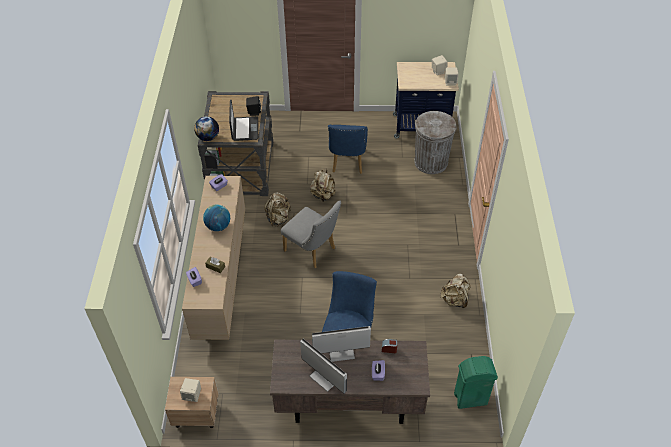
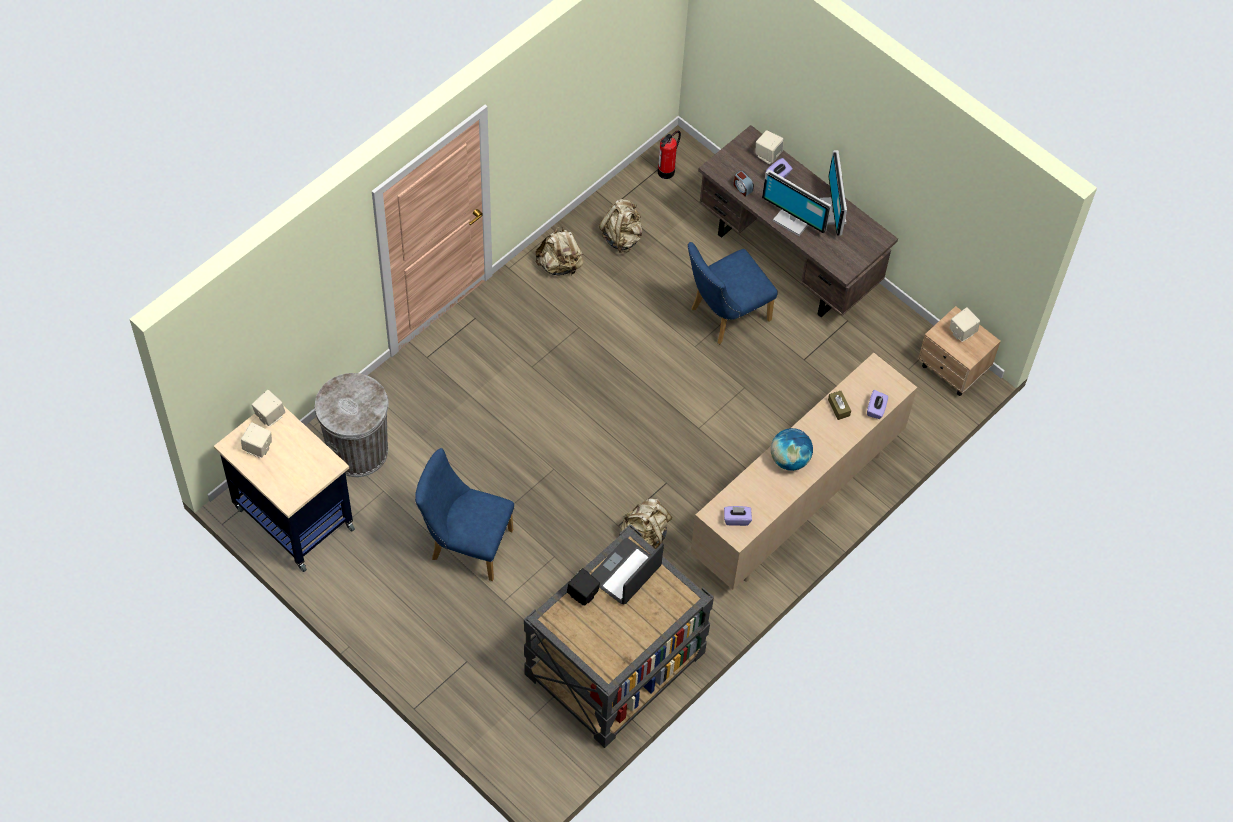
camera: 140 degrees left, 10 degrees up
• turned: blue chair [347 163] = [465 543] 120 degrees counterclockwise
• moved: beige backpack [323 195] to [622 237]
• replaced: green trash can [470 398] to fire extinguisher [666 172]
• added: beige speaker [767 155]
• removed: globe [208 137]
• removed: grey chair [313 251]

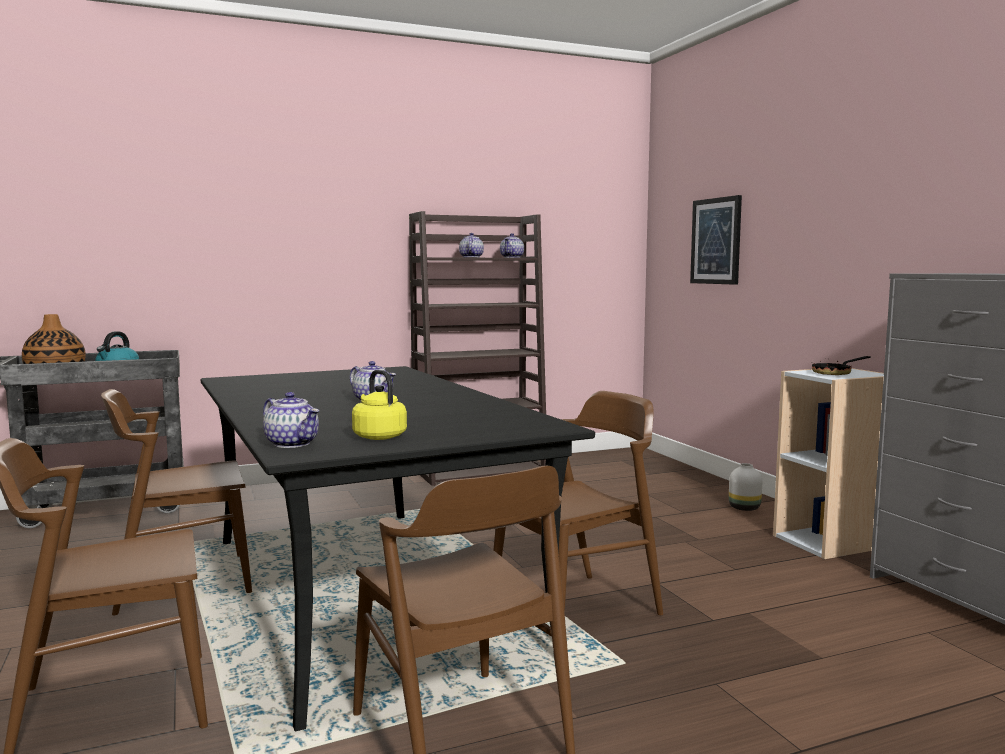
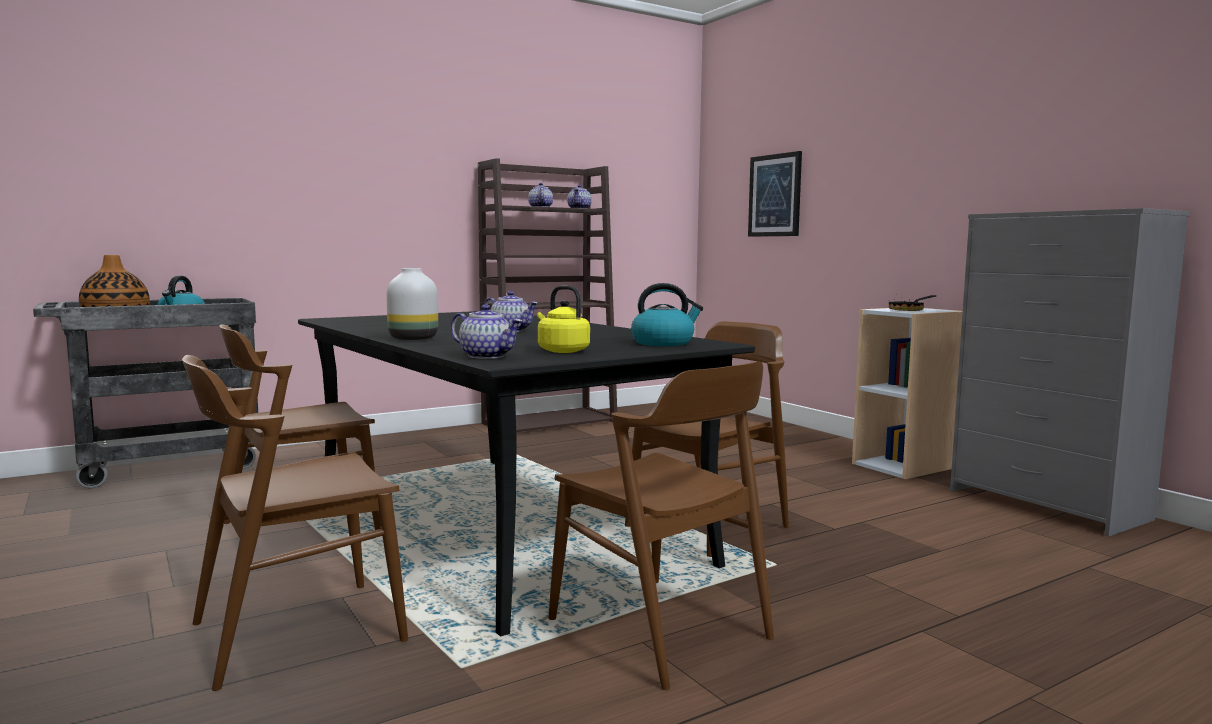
camera: 10 degrees left, 0 degrees up
• moved: white vase [744 508] to [413 339]
• added: kettle [663 343]

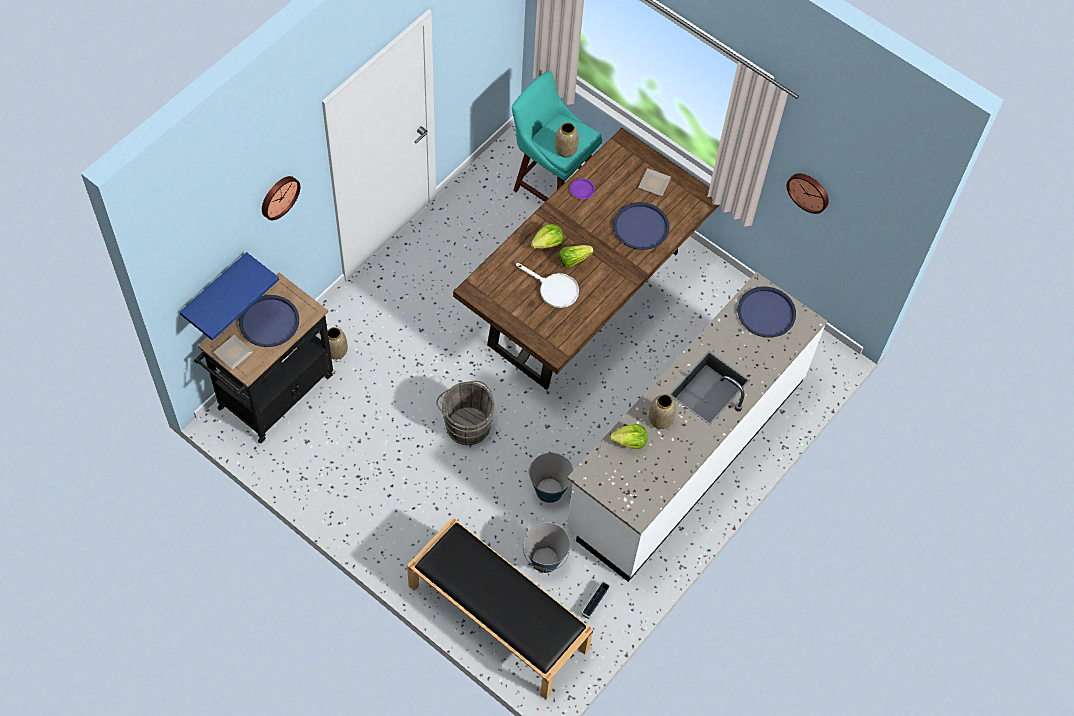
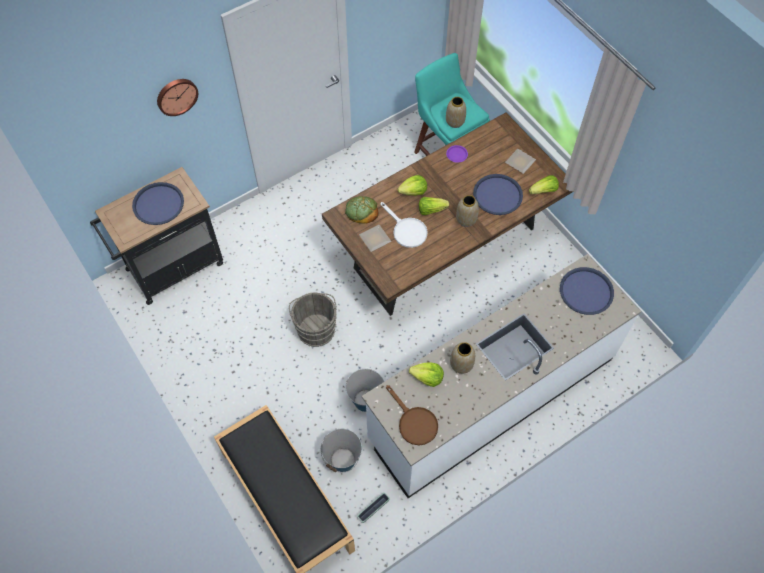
camera: 20 degrees right, 0 degrees up
• added: bread [361 211]
• moved: plate [233 354] to [374 240]
• added: brown frying pan [414 422]
• moved: vase [336 351] to [466 219]
• added: lettuce [544 191]
• removed: blue shelf [215 291]
• removed: wall clock [809 191]

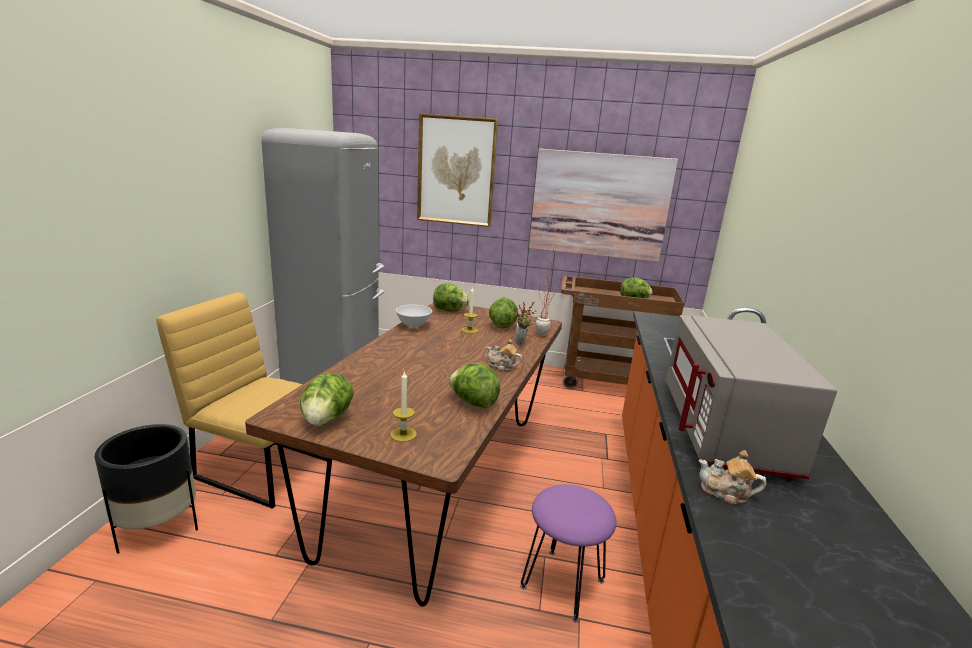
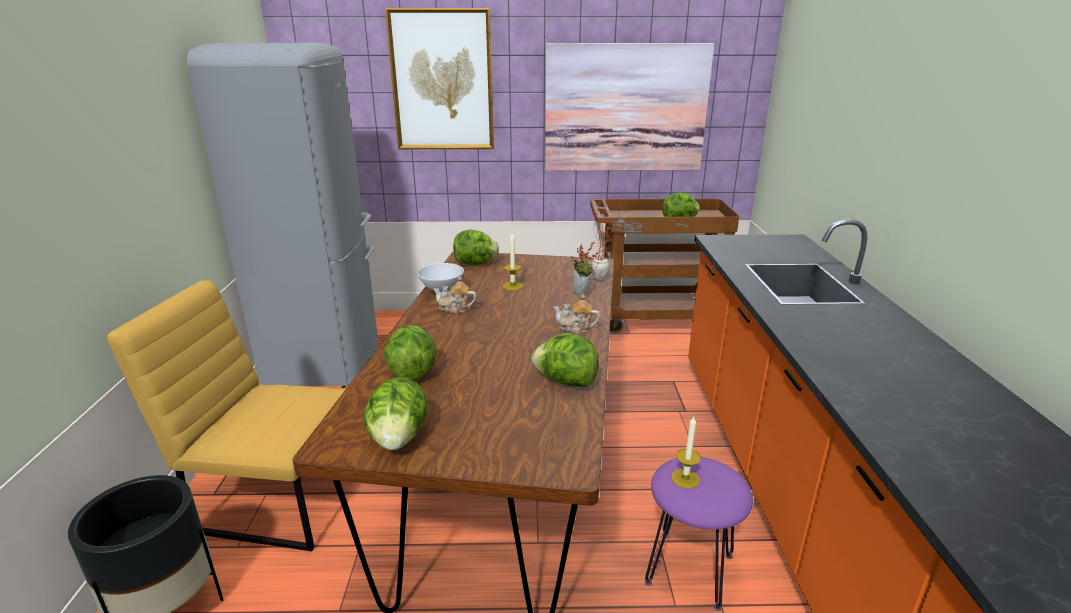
camera: 10 degrees left, 5 degrees up
• moved: lettuce [502 325] to [412 372]
• moved: teapot [725 493] to [455 309]
• moved: candle [403 434] to [685 478]
• removed: grey microwave [725 431]

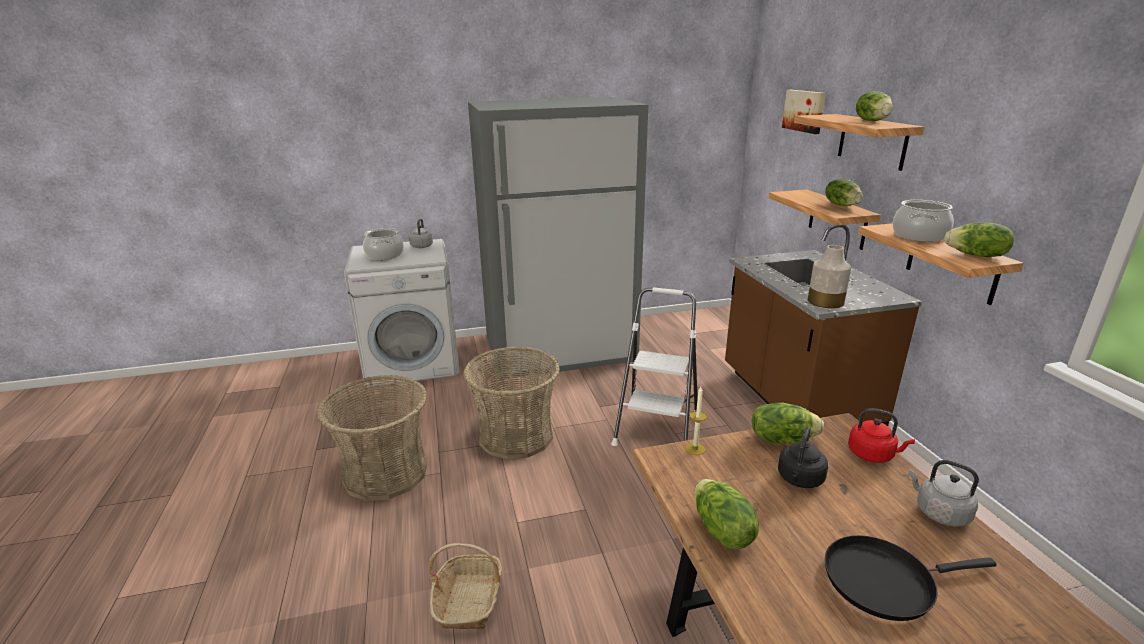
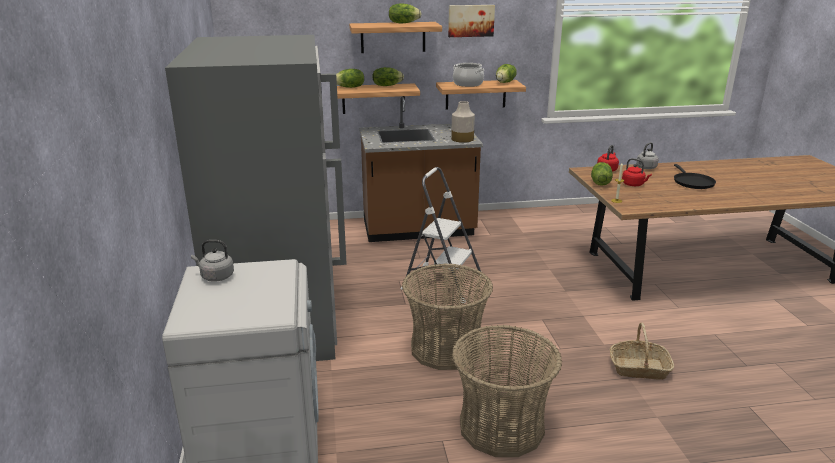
camera: 85 degrees left, 0 degrees up
• moved: lettuce [721 531] to [350 87]
• moved: picture [805 111] to [470 20]
• recoloured: black kettle [799 480] to red kettle [634 184]
• removed: cooking pot [385 255]

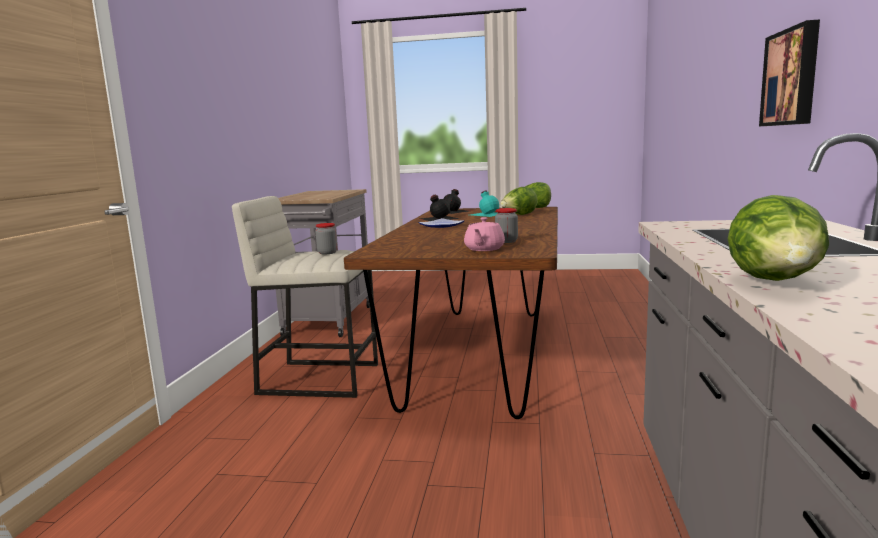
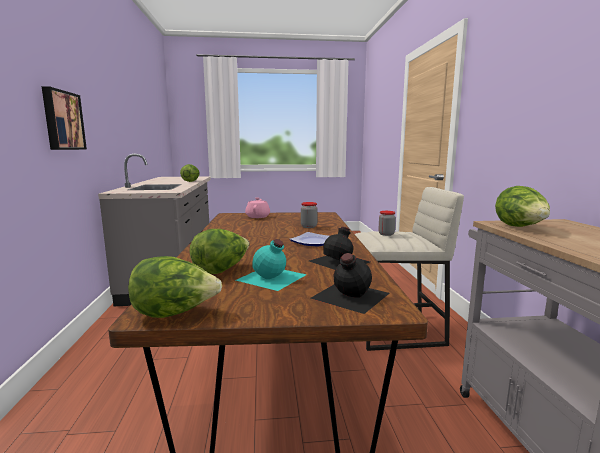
camera: 165 degrees right, 0 degrees up
• moved: jar [506 241] to [309 226]
• added: lettuce [520 227]

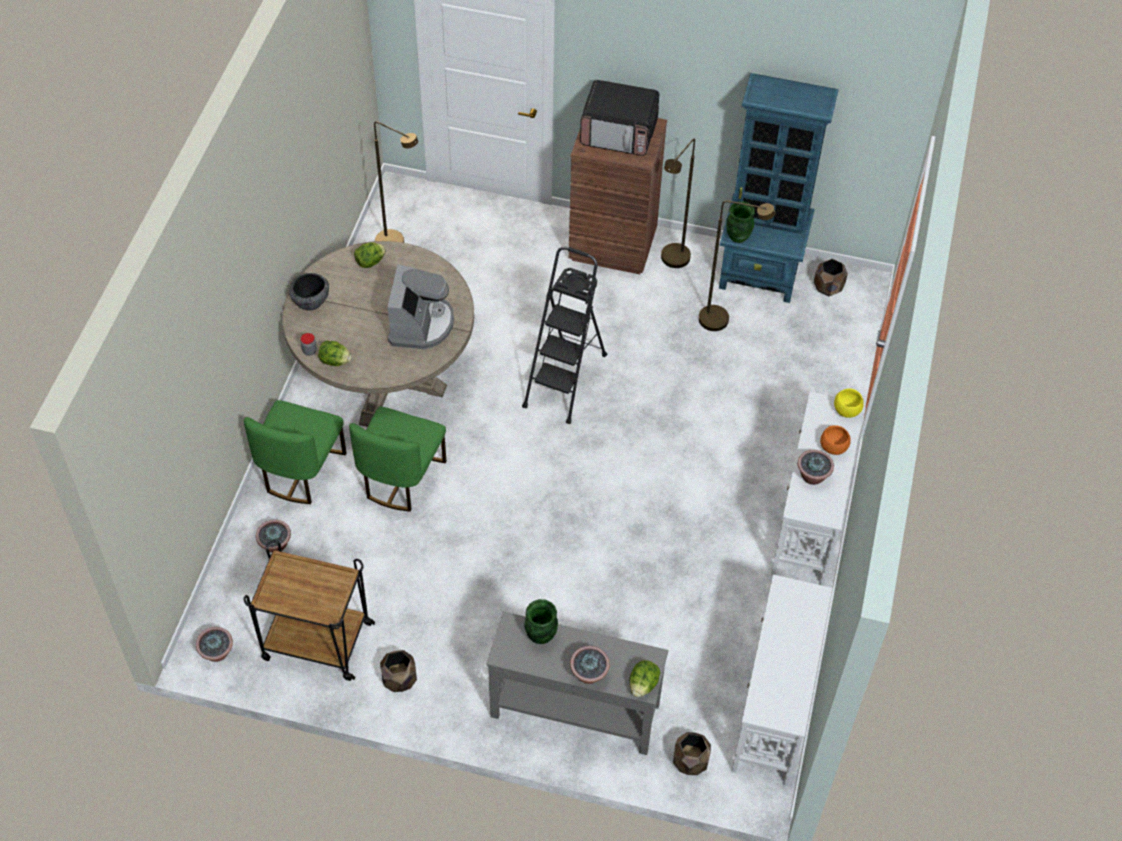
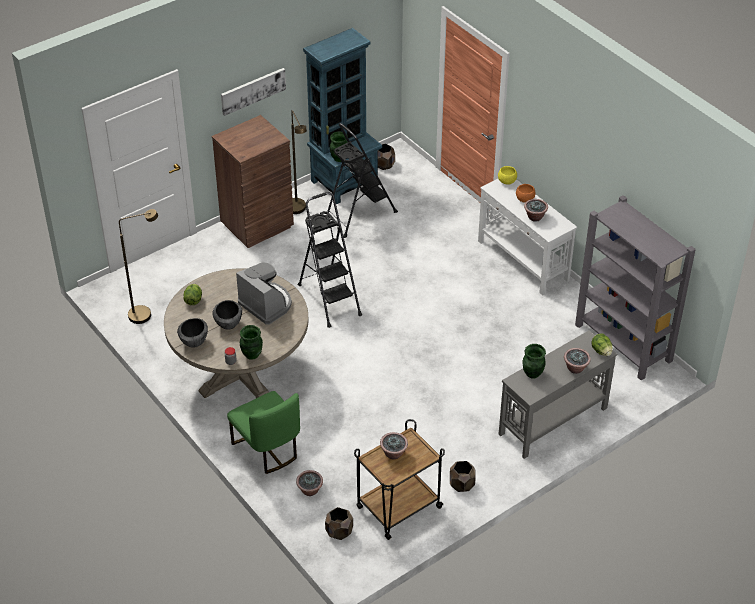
camera: 50 degrees left, 10 degrees down
• added: bowl [228 324]
• added: picture [252 90]
• replaced: lettuce [335 361] to green vase [251 355]
• moved: brown planter [690 762] to [339 532]
• replaced: brown floor lamp [722 320] to step ladder [360 215]
• moved: potted plant [217 653] to [393 453]
• replaced: white console table [773 707] to grey bookcase [623 343]
• removed: green chair [401 478]
• removed: microwave [619 133]

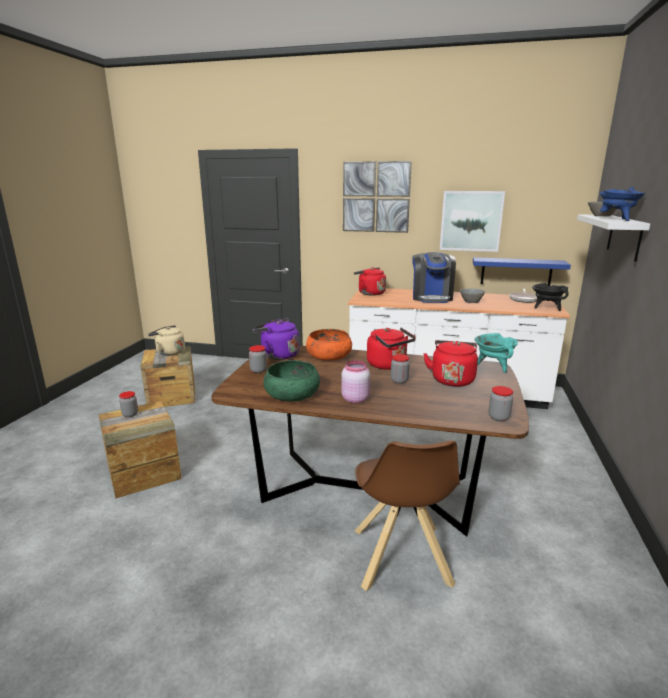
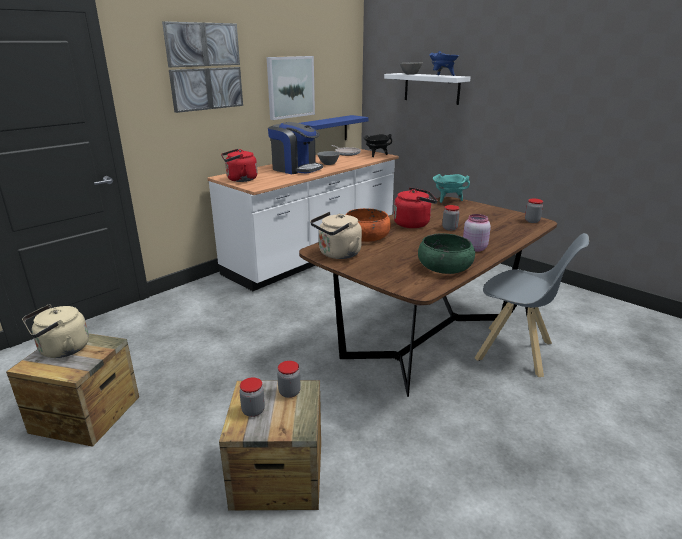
camera: 60 degrees left, 5 degrees up
• moved: jar [258 370] to [289 392]
• recoloured: purple kettle [277 355] to beige kettle [337 254]
• recoloured: brown chair [401 559] to grey chair [516 352]
• removed: red kettle [452 379]

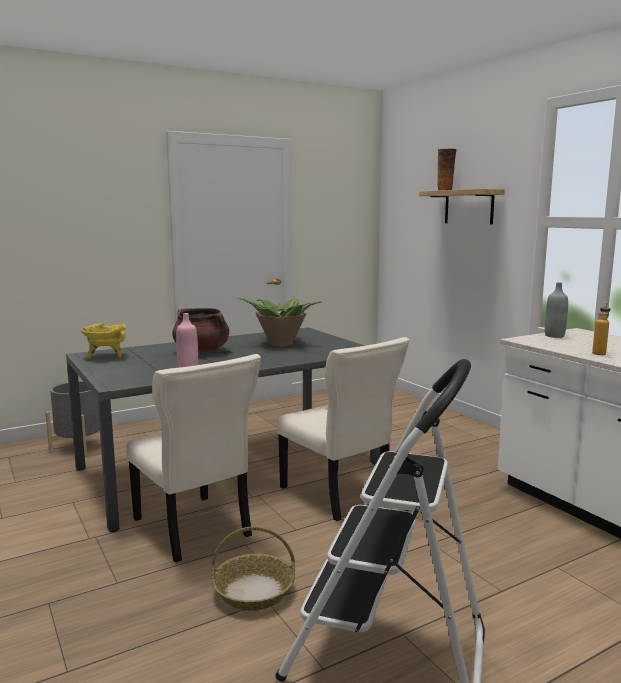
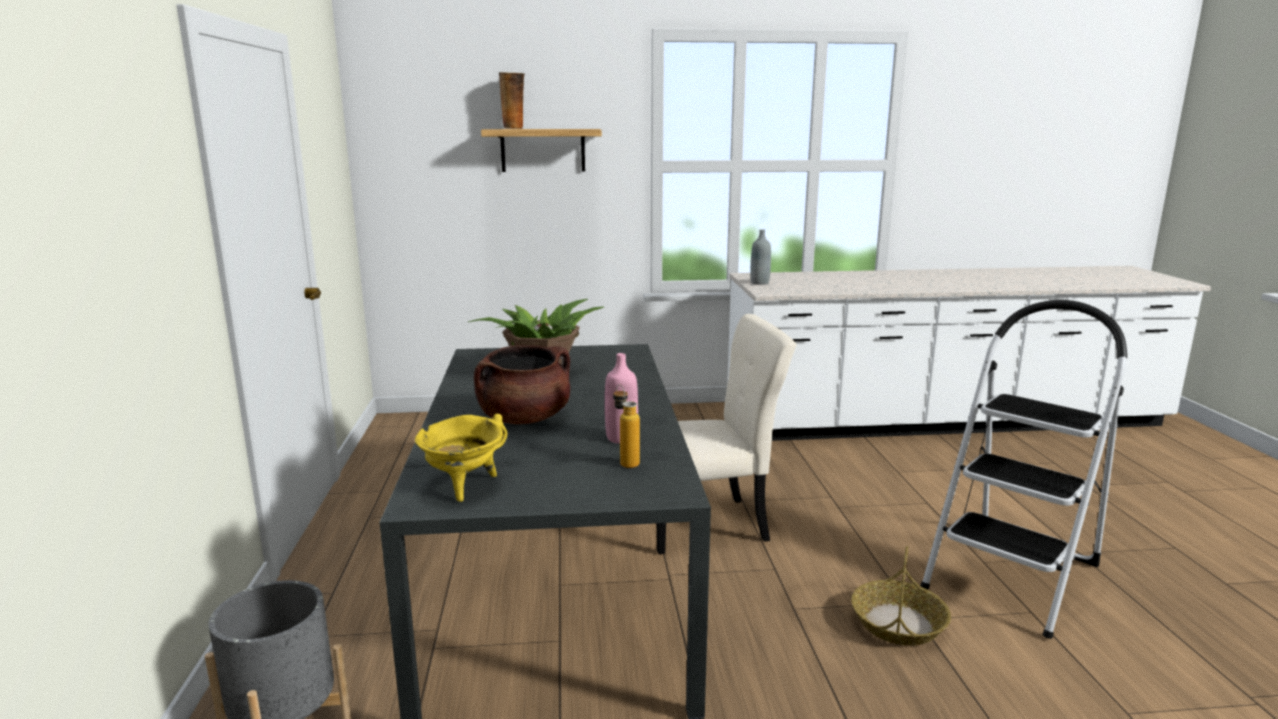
camera: 65 degrees left, 5 degrees up
• moved: bottle [599 353] to [625 461]
• removed: beige chair [193 530]

